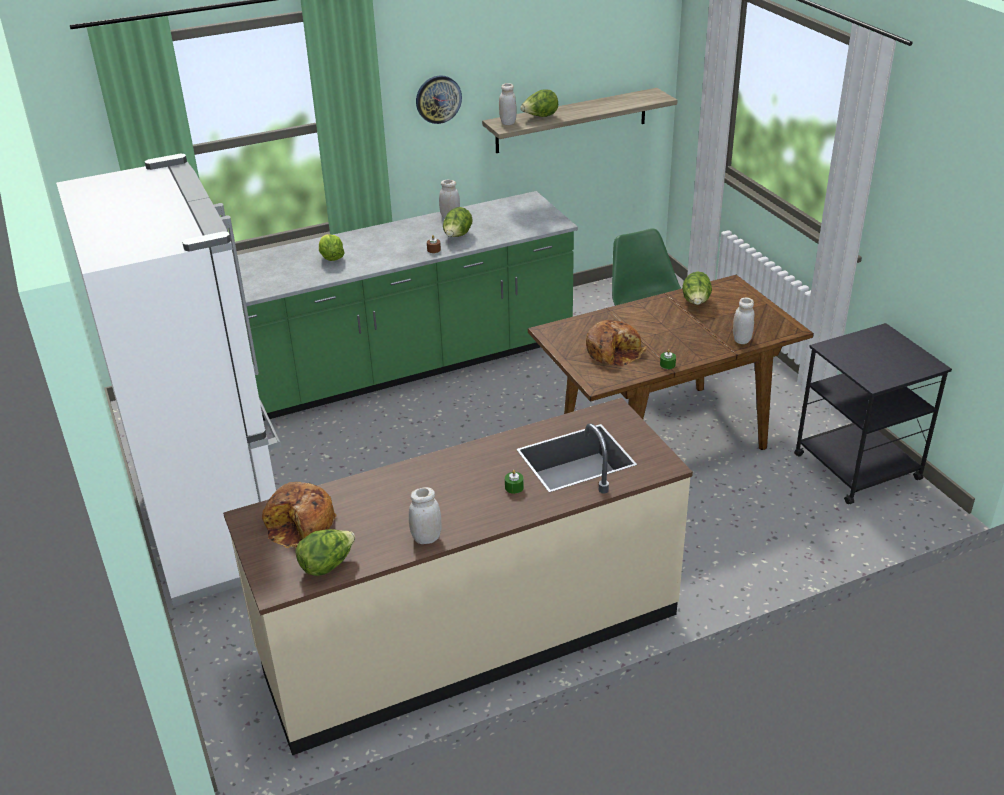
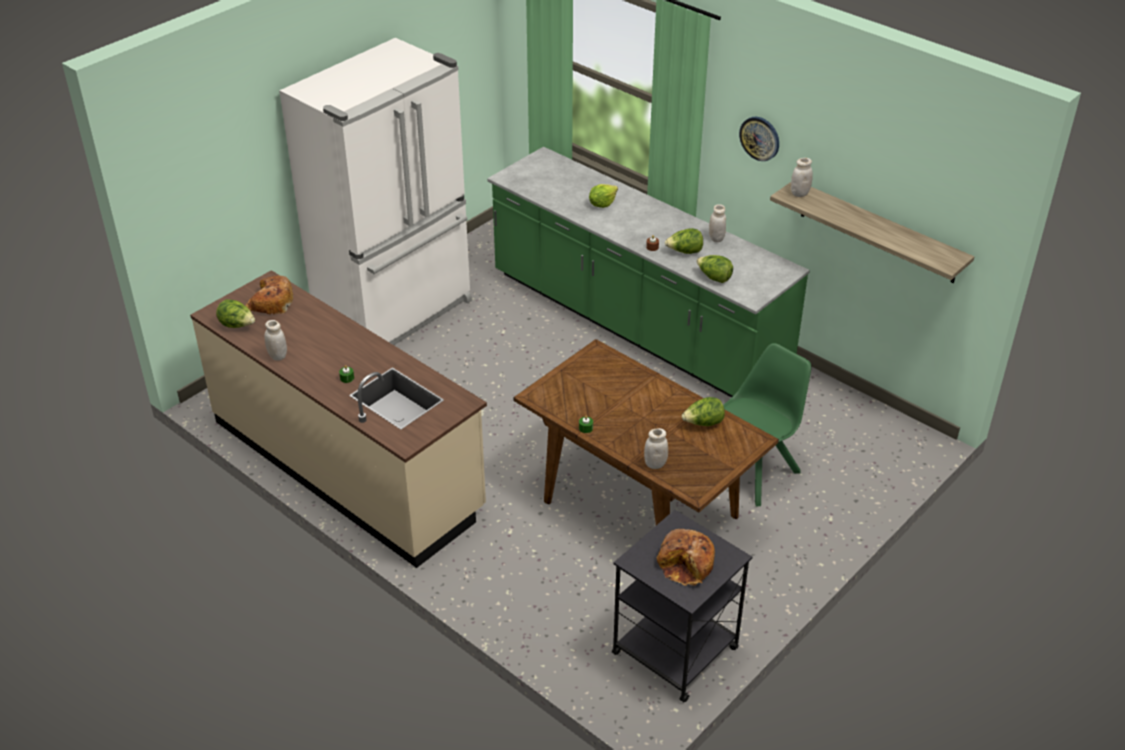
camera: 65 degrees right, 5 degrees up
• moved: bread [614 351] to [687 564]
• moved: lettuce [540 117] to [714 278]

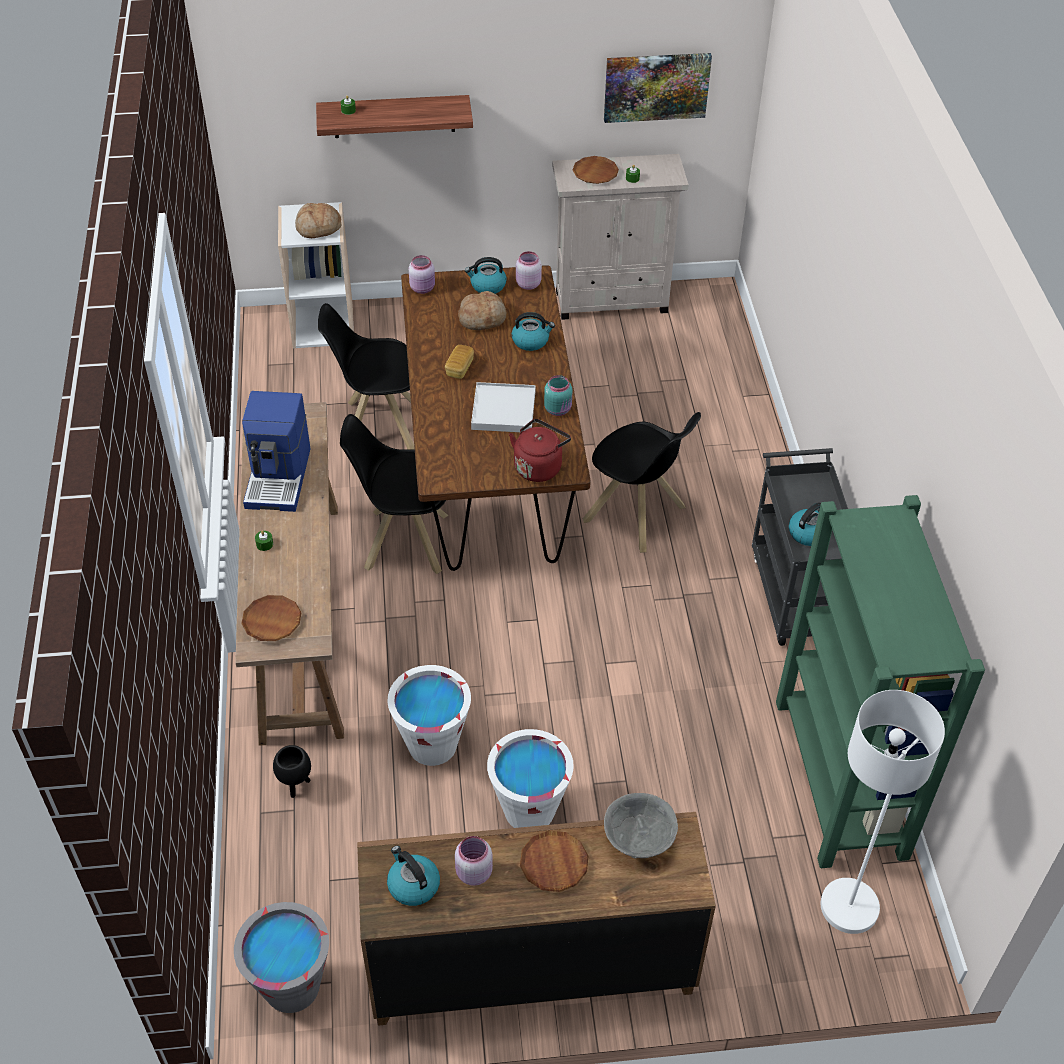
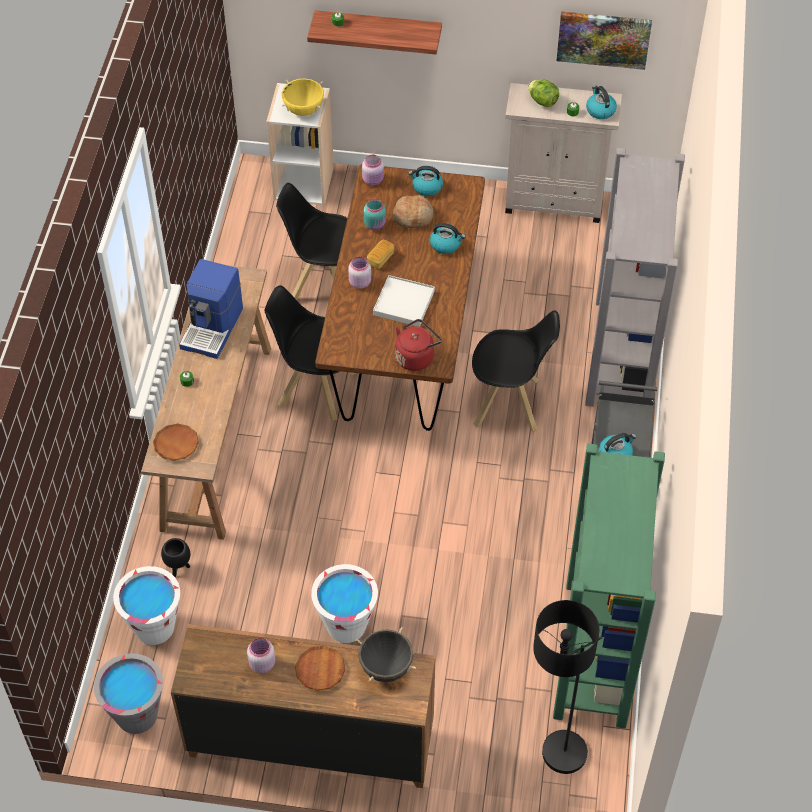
camera: 15 degrees right, 5 degrees up
• moved: white bucket [432 745] to [154 627]
• replaced: bread [318 228] to yellow cooking pot [303 110]
• moved: pink jar [527 284] to [359 282]
• replaced: grey bowl [638 841] to black cooking pot [386 667]
• moved: turquoise jar [558 409] to [375 225]
• turned: black chair [637 515] = [509 403] 45 degrees counterclockwise
• replaced: brown plate [595 173] to lettuce [542 101]
• recoloured: white floor lamp [838 918] to black floor lamp [553 759]
• added: grey bookcase [622 355]
• moved: kettle [413 885] to [600 110]

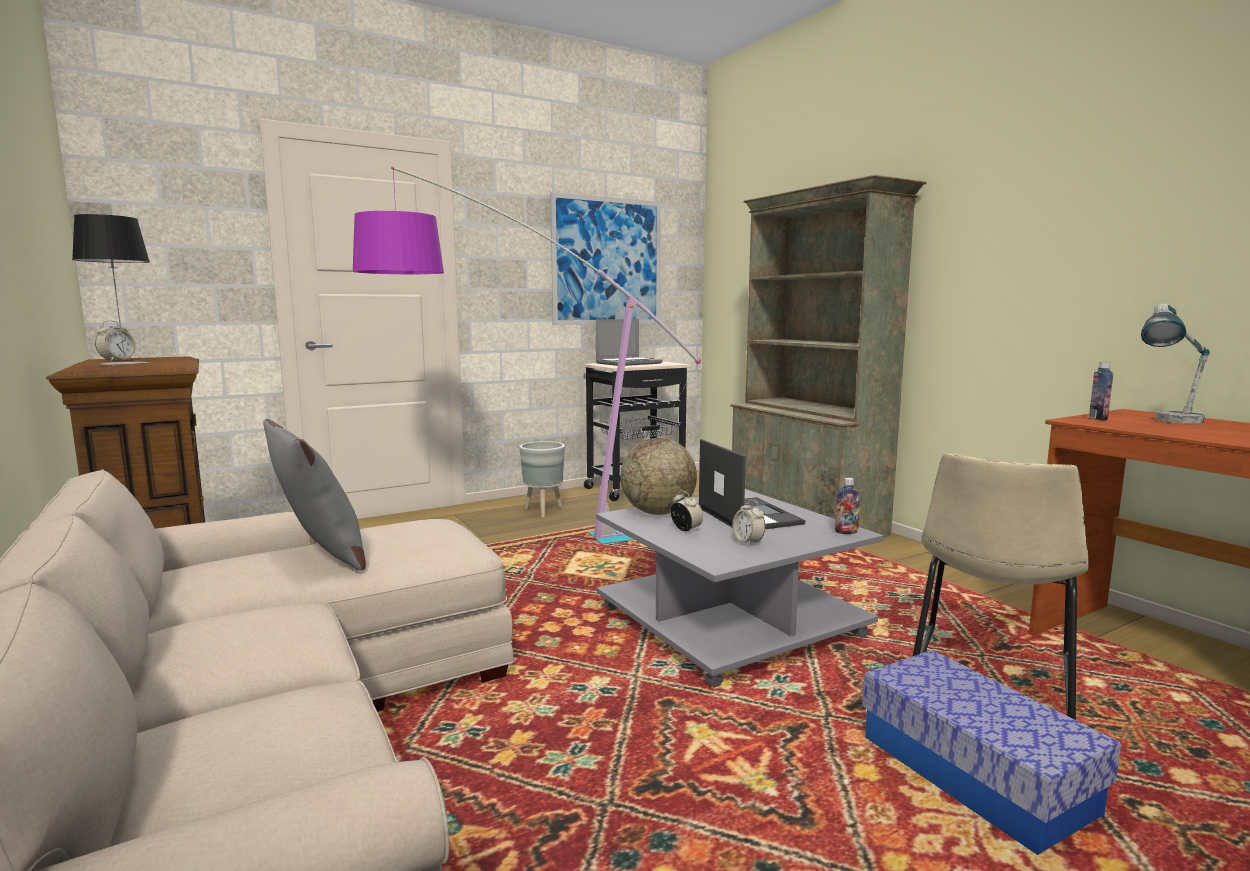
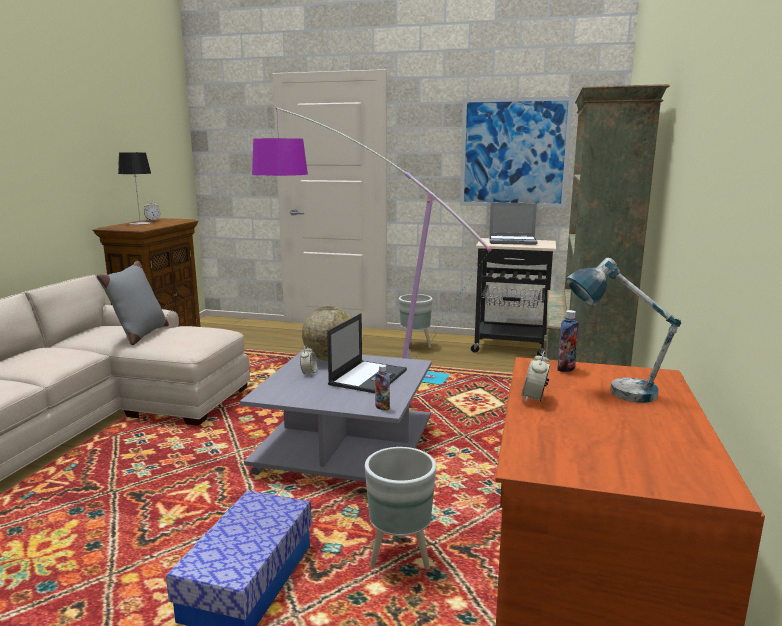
camera: 45 degrees right, 5 degrees up
• replaced: beige chair [990 677] to grey planter [399 556]
• moved: alarm clock [748 542] to [534 398]

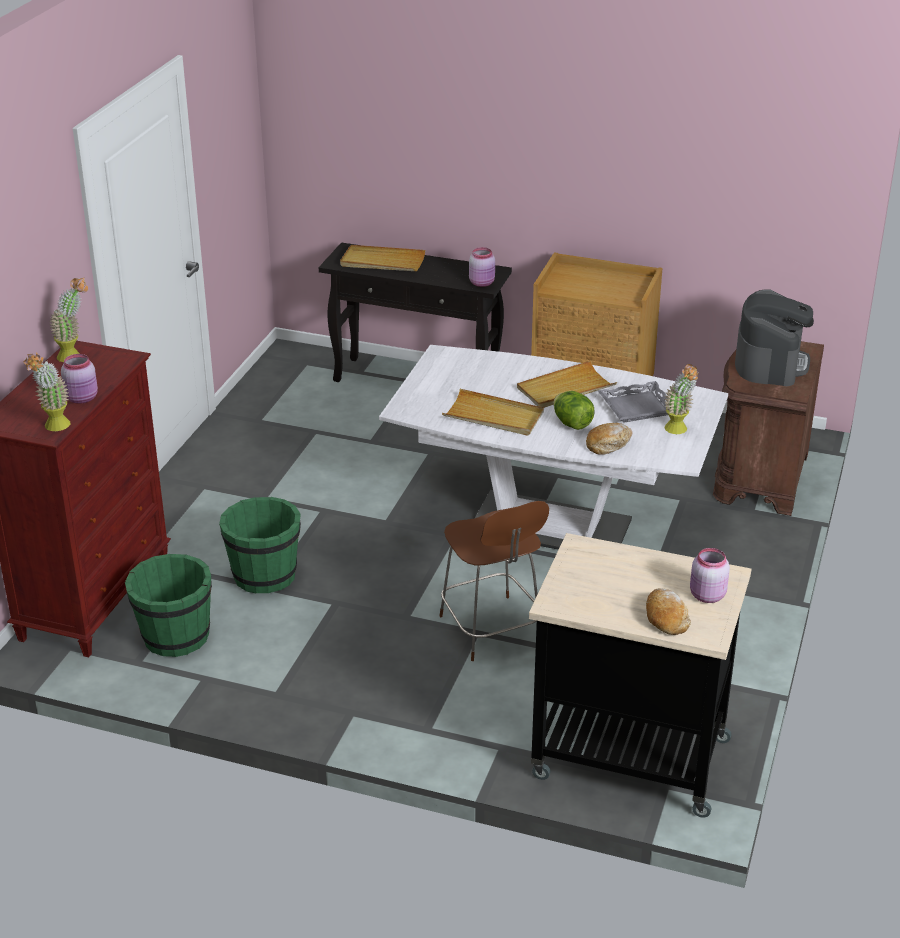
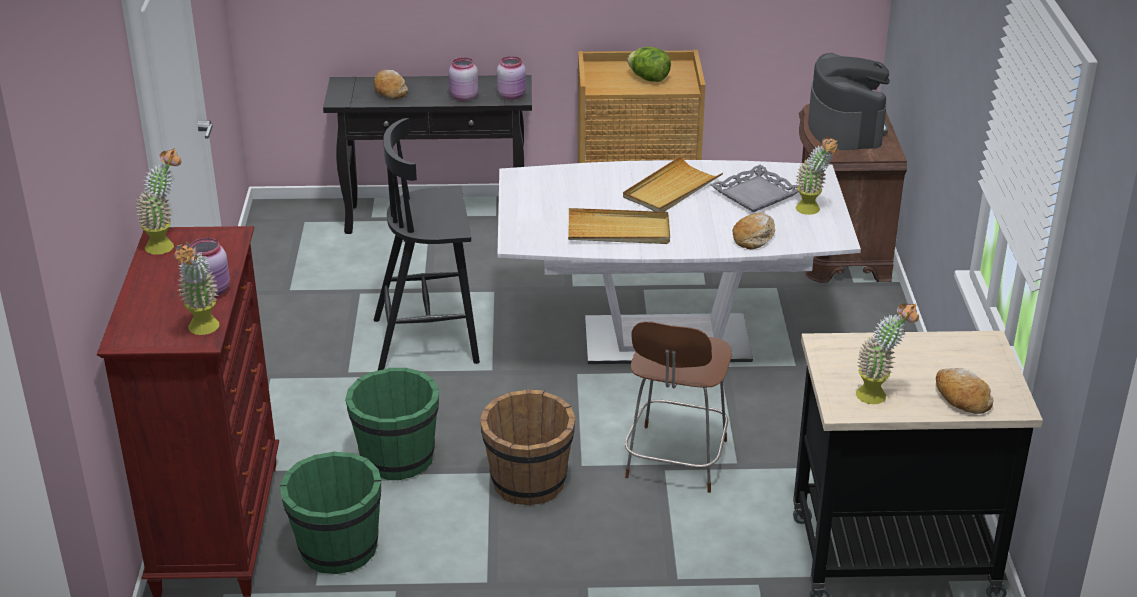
camera: 20 degrees left, 0 degrees up
• replaced: beige tray [382 262] to bread [390 90]
• added: black stool [430 340]
• moved: pink jar [706 596] to [463 97]
• added: brown bucket [528 483]
• turned: brown chair [492 630] = [675 461] 60 degrees clockwise
• moved: lettuce [572 424] to [649 78]
• added: potted plant [879 395]

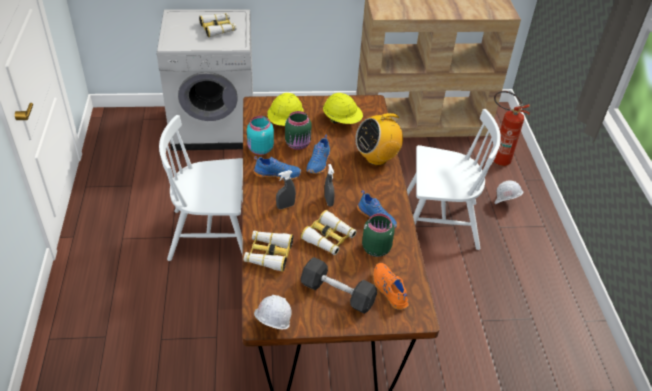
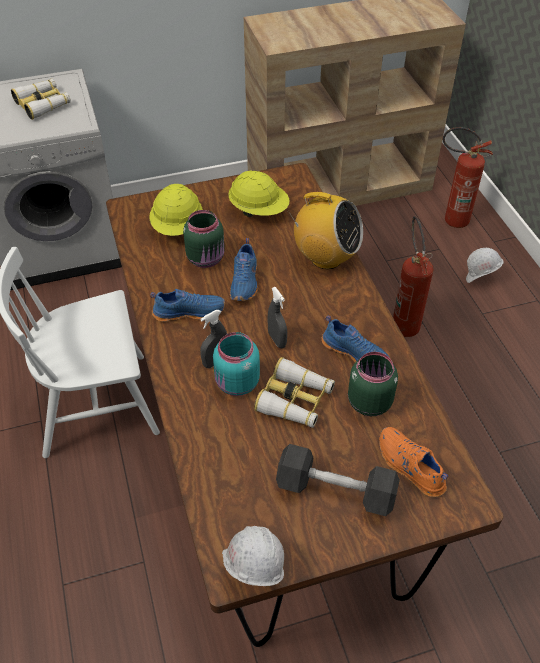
camera: 10 degrees left, 5 degrees up
• moved: turquoise jar [260 149] to [236 384]
• turned: radio [377 157] = [325 258] 120 degrees counterclockwise
• replaced: white chair [439 222] to fire extinguisher [403 321]
• removed: binoculars [268 254]

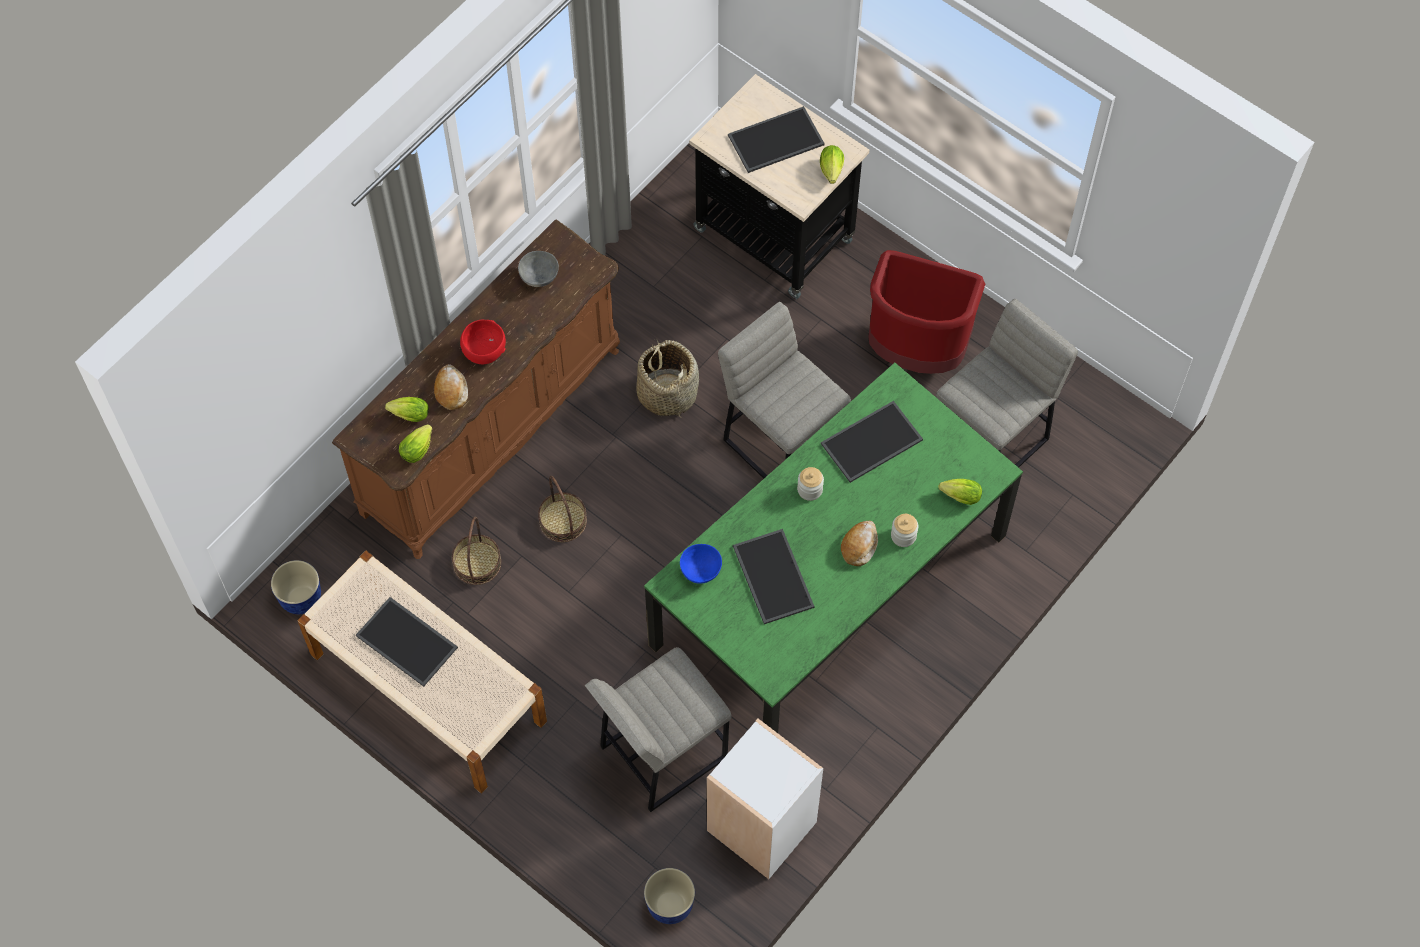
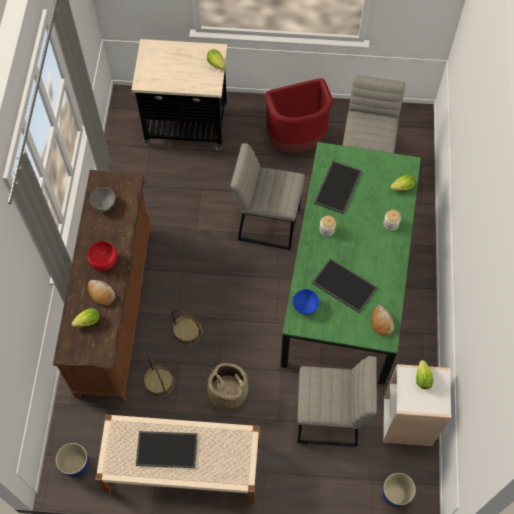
camera: 35 degrees left, 0 degrees up
• moved: basket [667 393] to [227 393]
• turned: grey chair [661 754] = [330 418] 105 degrees counterclockwise
• moved: bread [859 546] to [381 322]
• moved: lettuce [418 448] to [422 377]
• removed: tray [775 141]

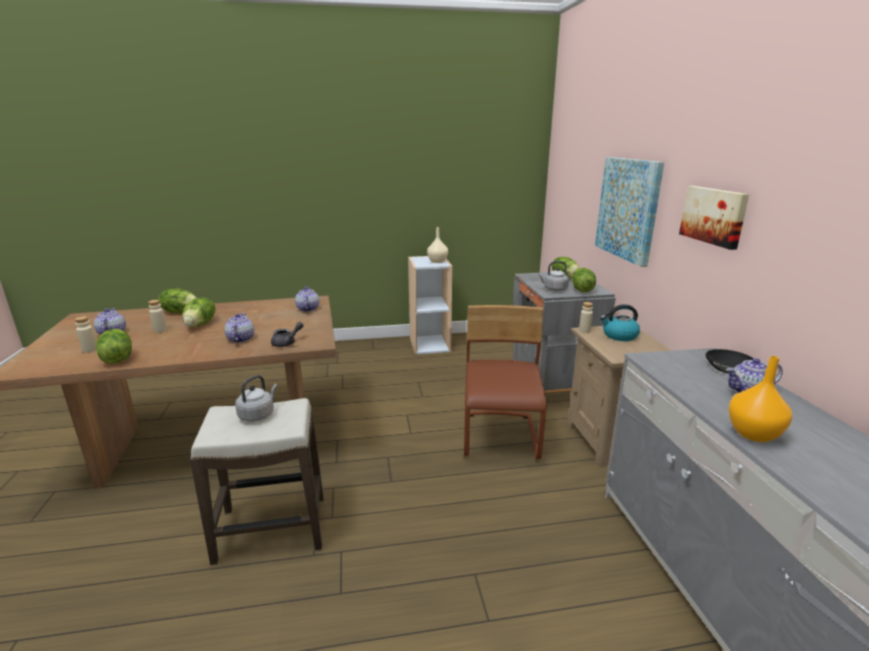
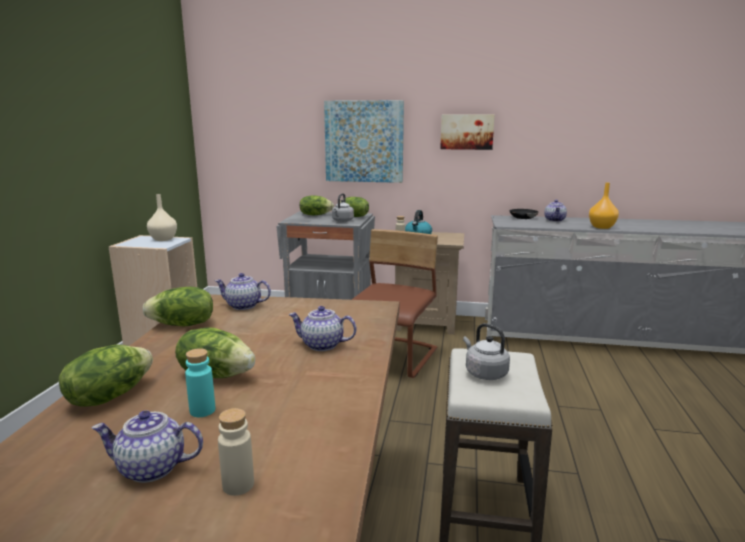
camera: 70 degrees left, 5 degrees down
• moved: lettuce [117 359] to [182 325]
• recoloured: beige bottle [160 330] to turquoise bottle [202 410]
• turned: brown chair [500 437] = [394 358] 90 degrees clockwise
• removed: grey teapot [287 343]

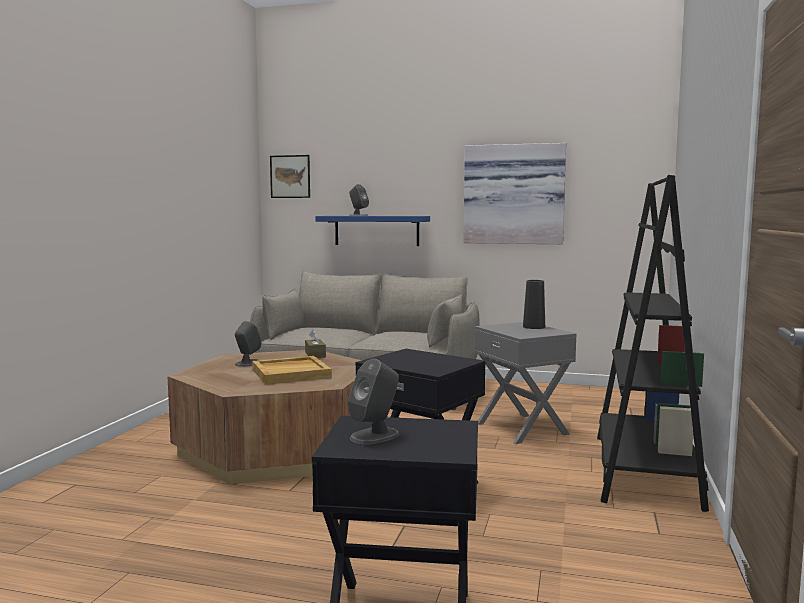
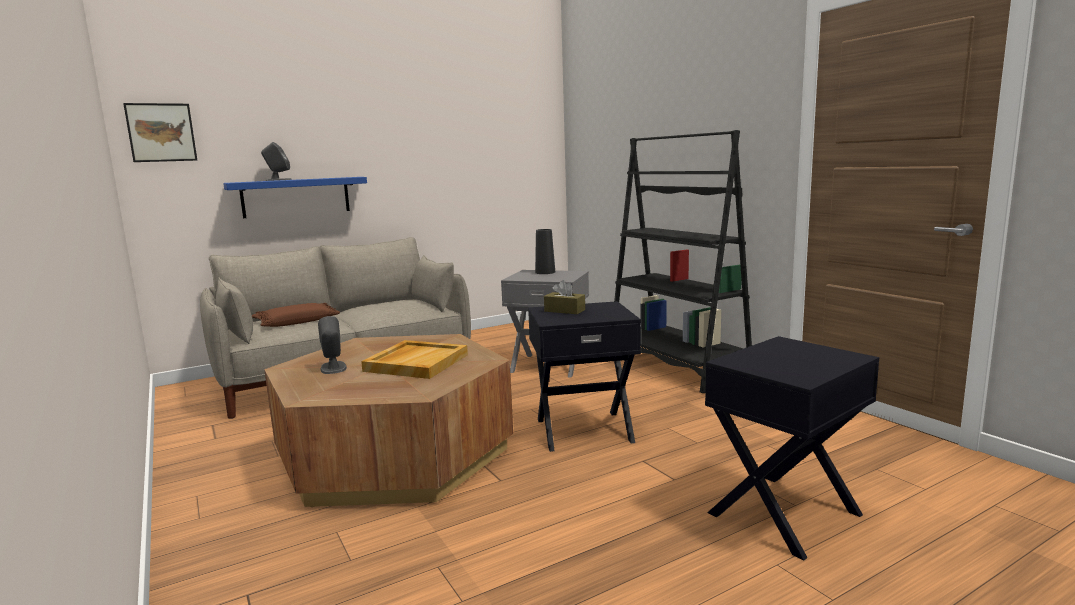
camera: 45 degrees left, 5 degrees up
• added: brown pillow [296 320]
• moved: brown tissue box [315 355] to [564 310]
• removed: grey speaker [375 436]
• removed: picture [514 194]

